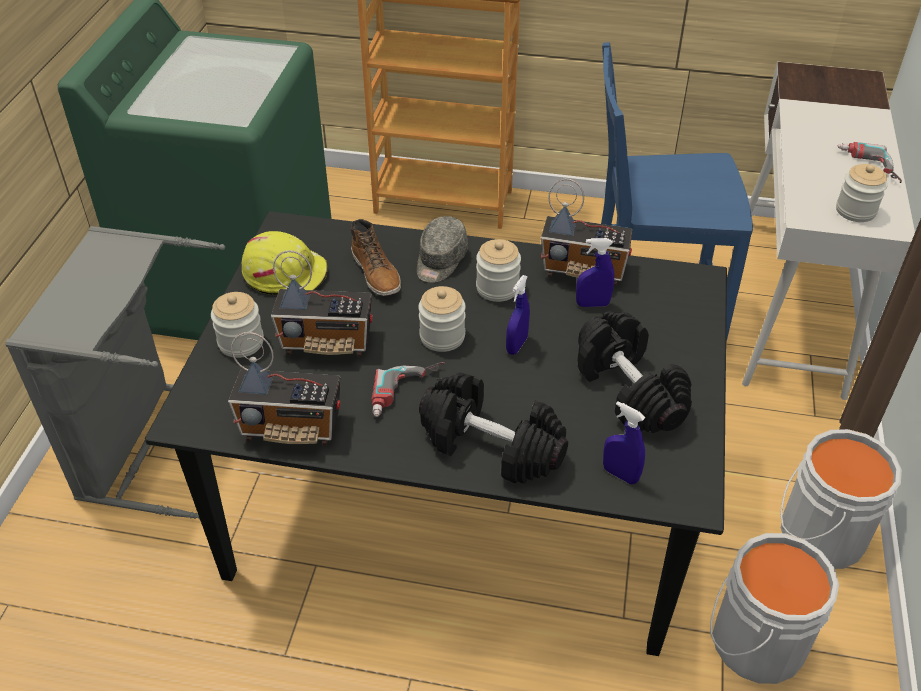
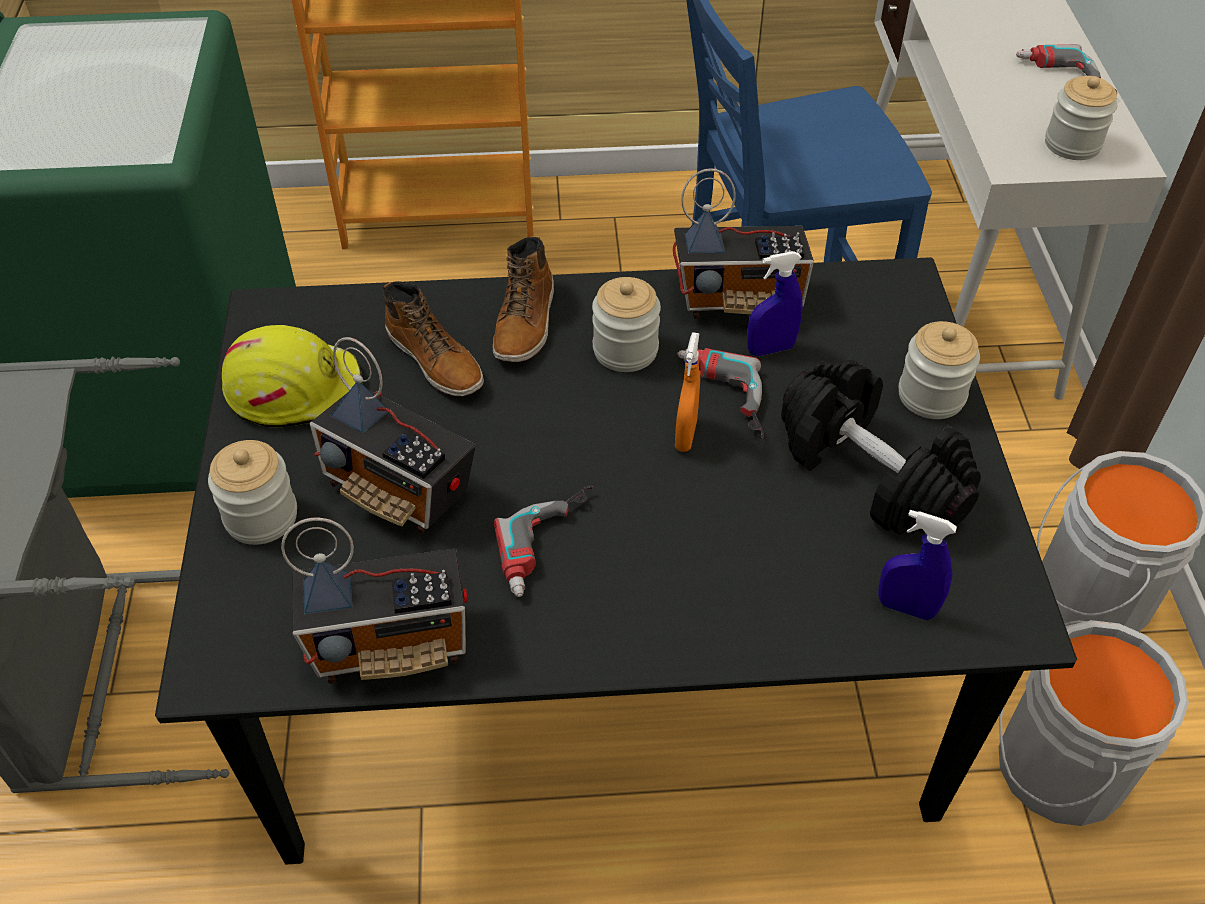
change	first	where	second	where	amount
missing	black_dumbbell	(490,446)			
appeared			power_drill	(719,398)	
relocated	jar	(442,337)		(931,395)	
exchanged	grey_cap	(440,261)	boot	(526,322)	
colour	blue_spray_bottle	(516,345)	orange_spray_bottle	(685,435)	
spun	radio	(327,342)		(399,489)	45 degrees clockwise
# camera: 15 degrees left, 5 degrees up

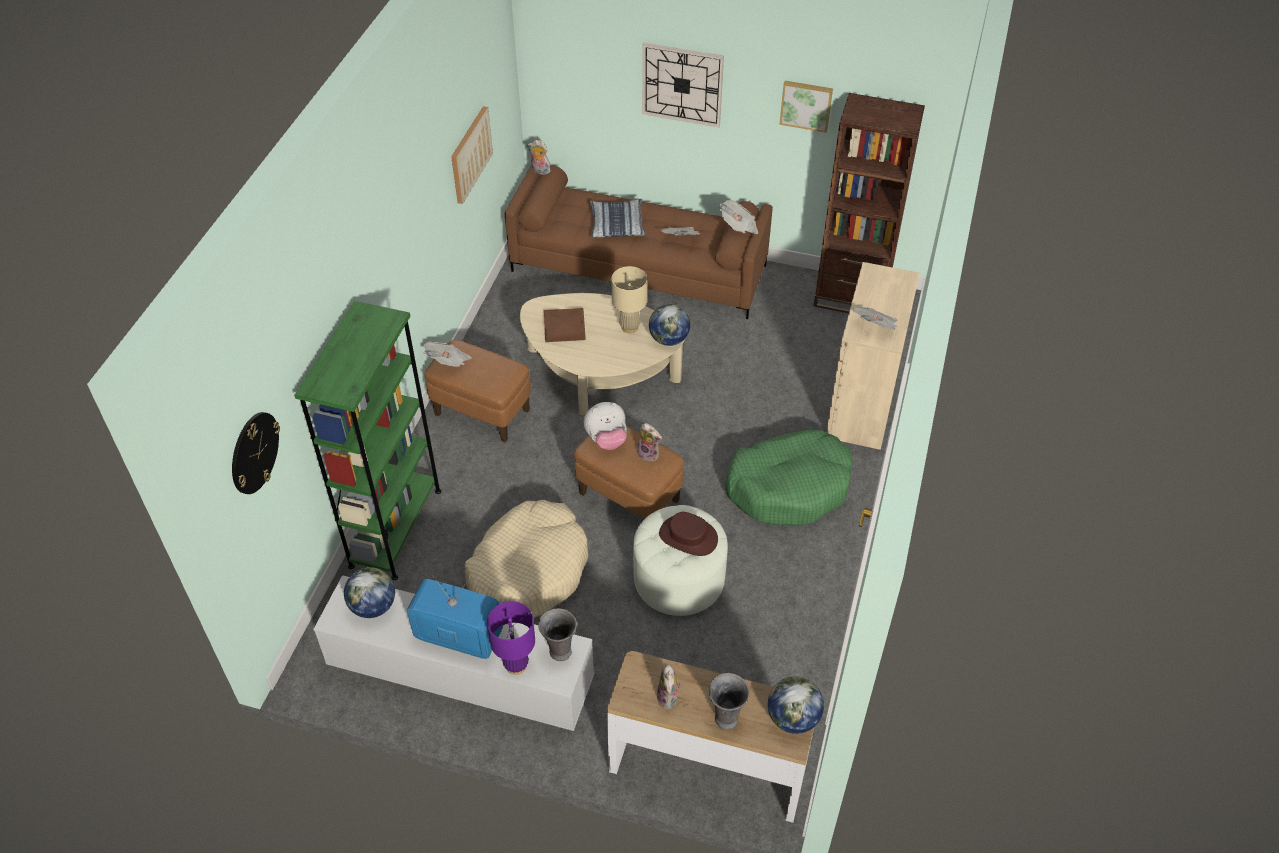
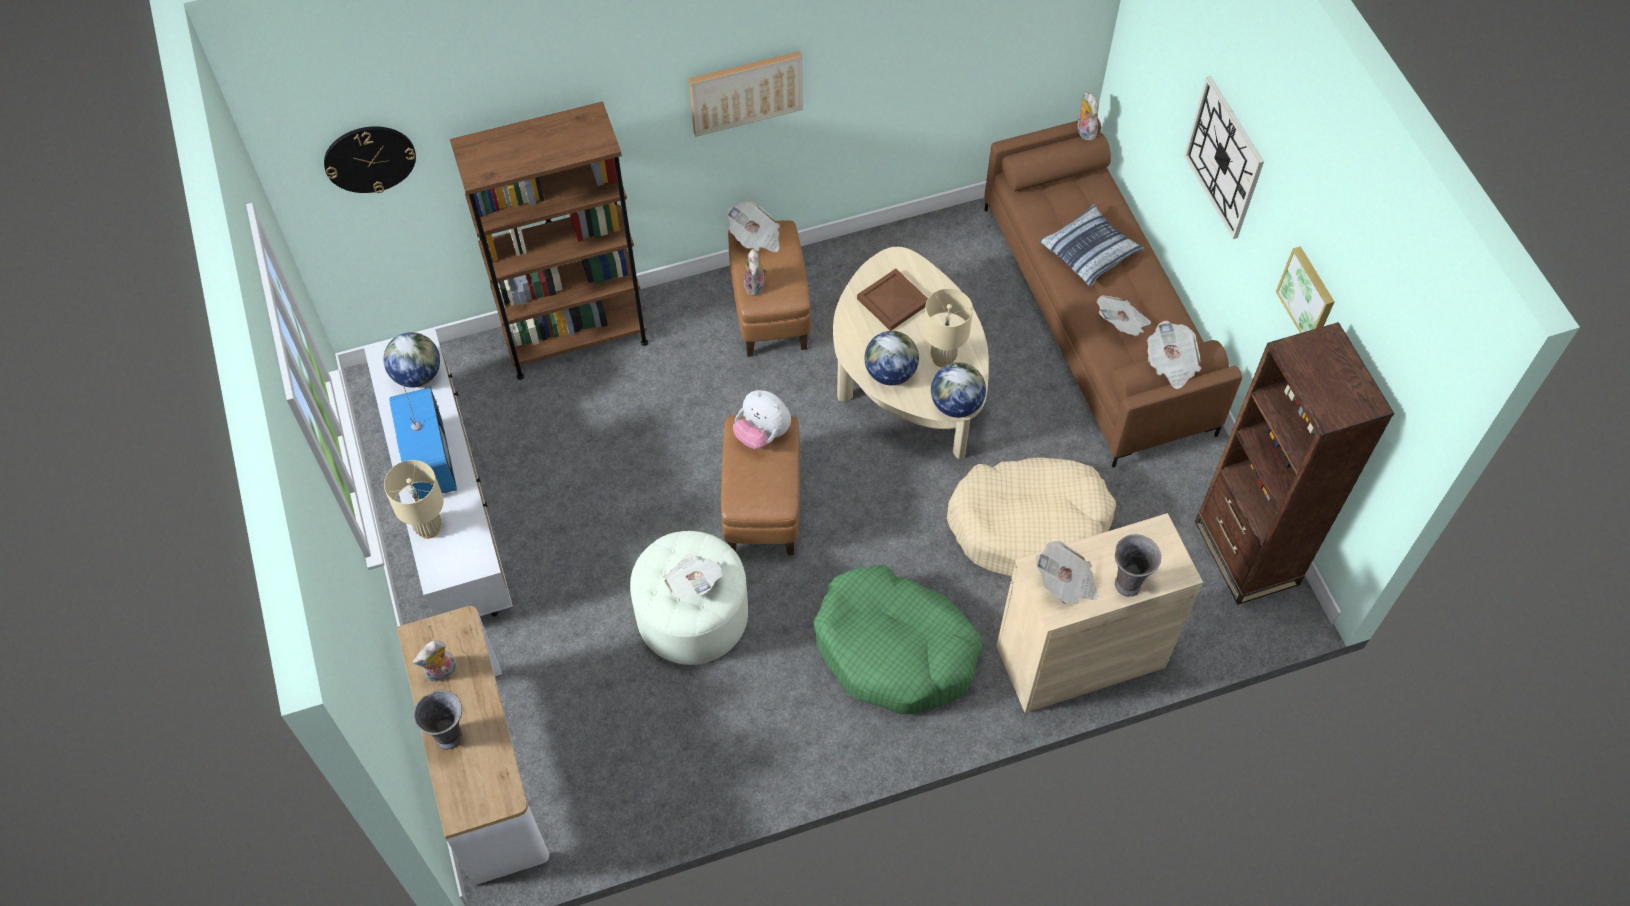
change	first	where	second	where	amount
relocated	picture	(470,154)		(745,92)	
relocated	beige_dog_bed	(528,570)		(1029,525)	
relocated	grey_vase	(559,651)		(1127,583)	
relocated	plush_toy	(649,454)		(756,286)	
relocated	globe	(792,718)		(890,373)	
exchanged	brown_hat	(688,537)	newspaper	(693,582)	
colour	green_bookcase	(395,528)	brown_bookcase	(576,338)	
colour	purple_table_lamp	(516,665)	beige_table_lamp	(429,528)	
# camera: 55 degrees right, 10 degrees up

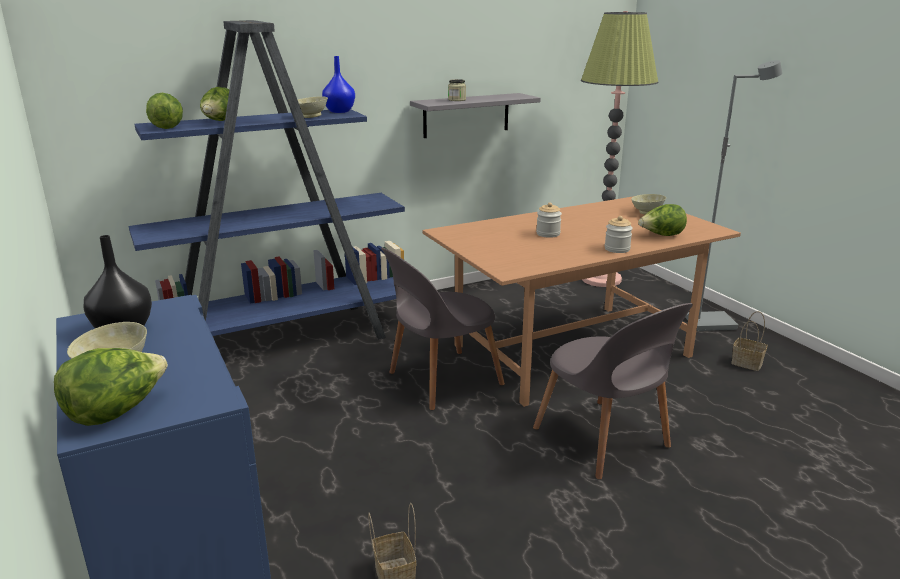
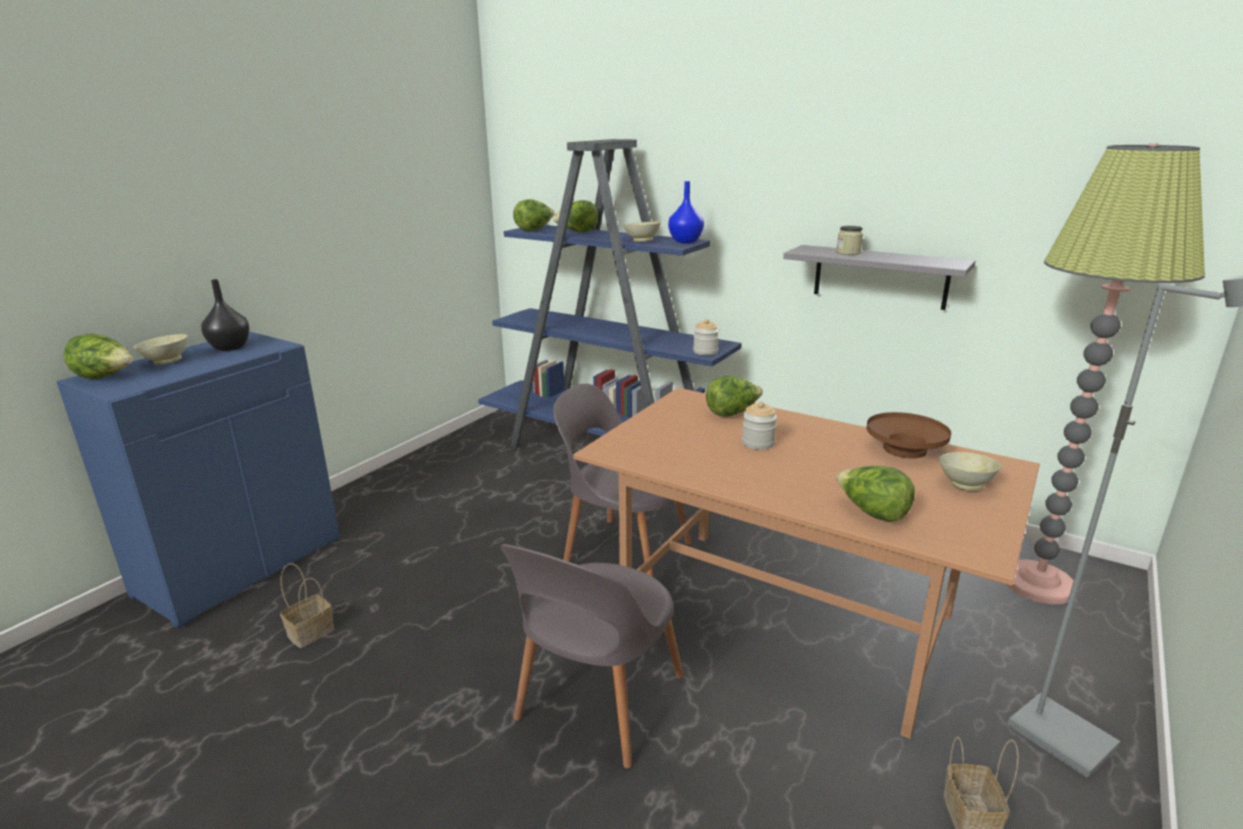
change	first	where	second	where	amount
appeared			lettuce	(732,413)	
appeared			brown_bowl	(904,449)	
relocated	jar	(617,249)		(705,351)	
# camera: 60 degrees right, 0 degrees up

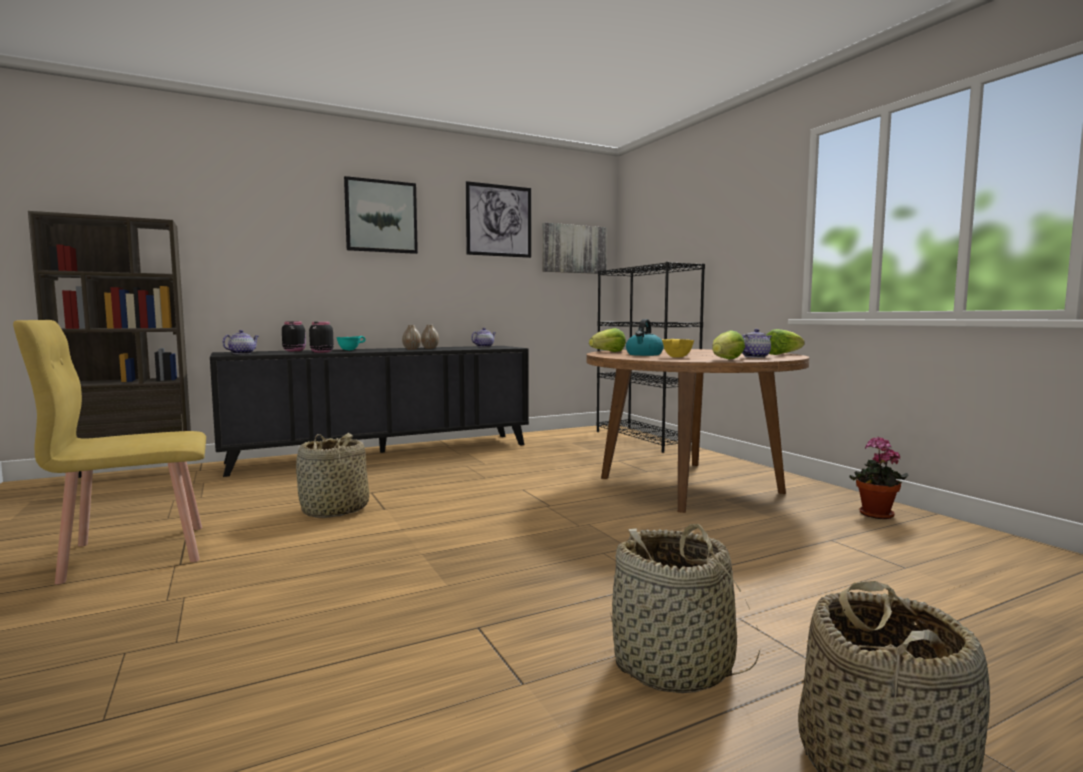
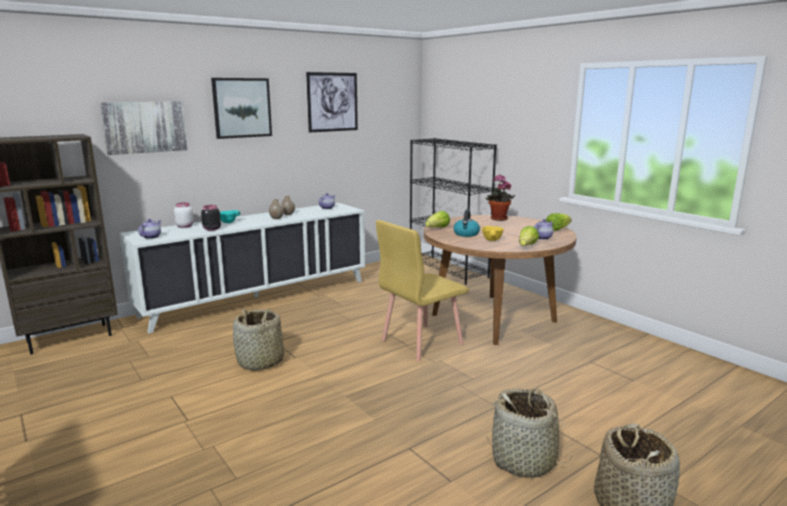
change	first	where	second	where	amount
relocated	yellow_chair	(135,552)		(421,342)	
relocated	picture	(574,249)		(145,127)	
relocated	potted_plant	(875,515)		(498,219)	
colour	black_cabinet	(383,453)	white_cabinet	(257,298)	
colour	black_jar	(294,351)	white_jar	(185,226)	
# camera: 10 degrees left, 10 degrees up

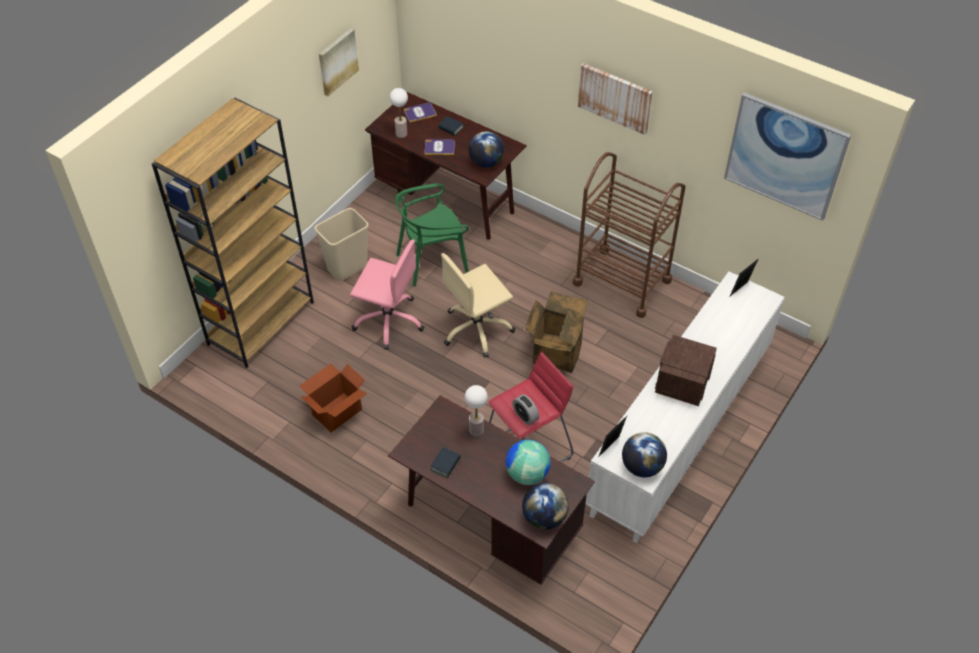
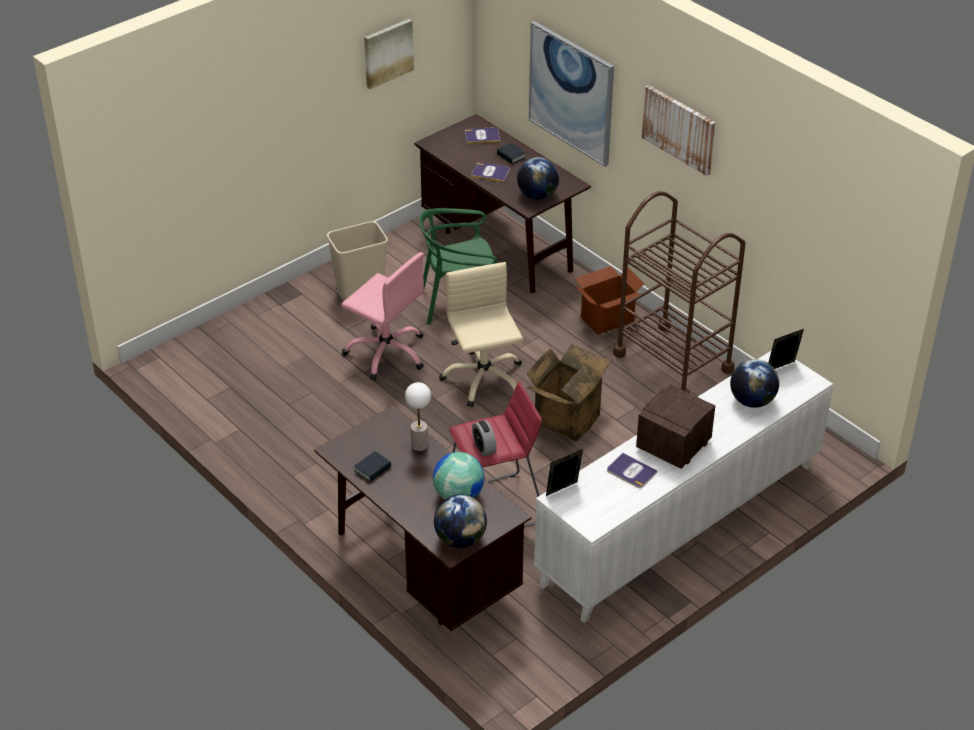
change	first	where	second	where	amount
missing	brown_bookcase	(261,322)			
missing	table_lamp	(401,134)			
appeared			book	(631,471)	
relocated	cardboard_box	(336,412)		(606,319)	
relocated	globe	(641,466)		(752,401)	
relocated	picture	(785,156)		(571,93)	
spun	beige_office_chair	(477,329)		(483,379)	90 degrees clockwise
# camera: 15 degrees right, 10 degrees down

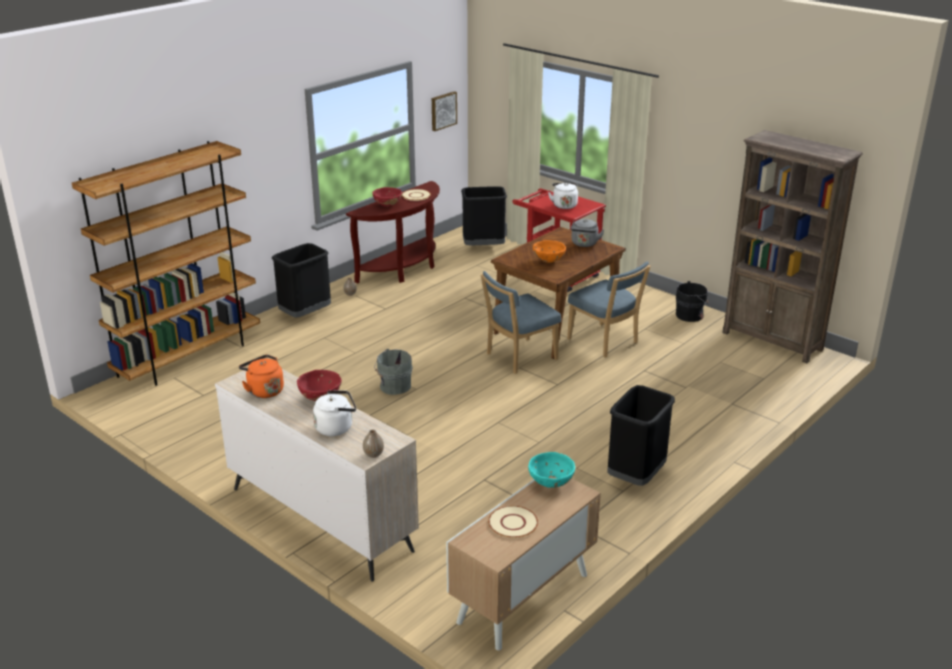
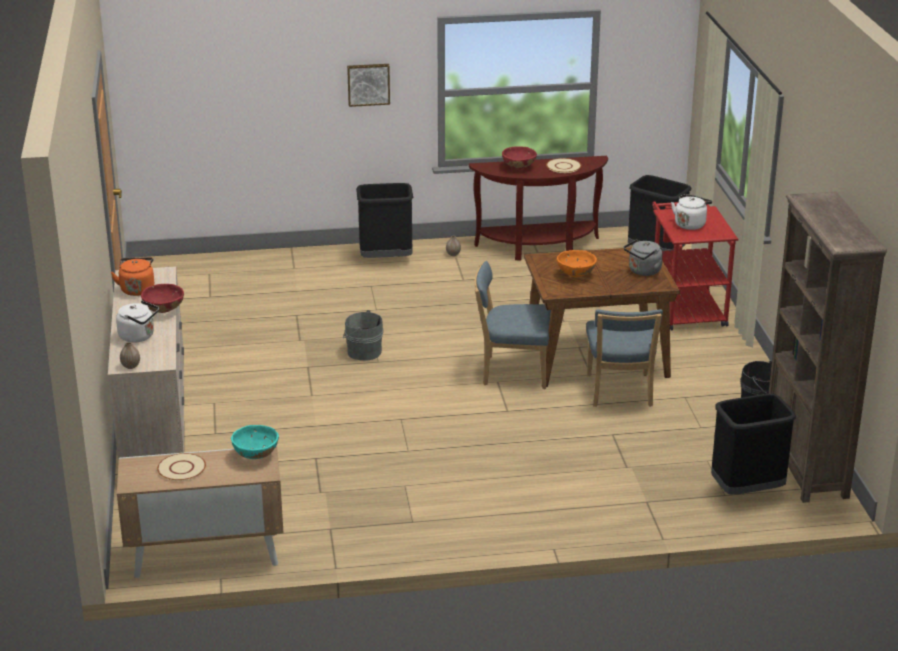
change	first	where	second	where	amount
missing	brown_bookcase	(189,357)			
relocated	picture	(443,110)		(368,84)	
relocated	black_trash_can	(636,477)		(746,490)	
# camera: 40 degrees right, 0 degrees up

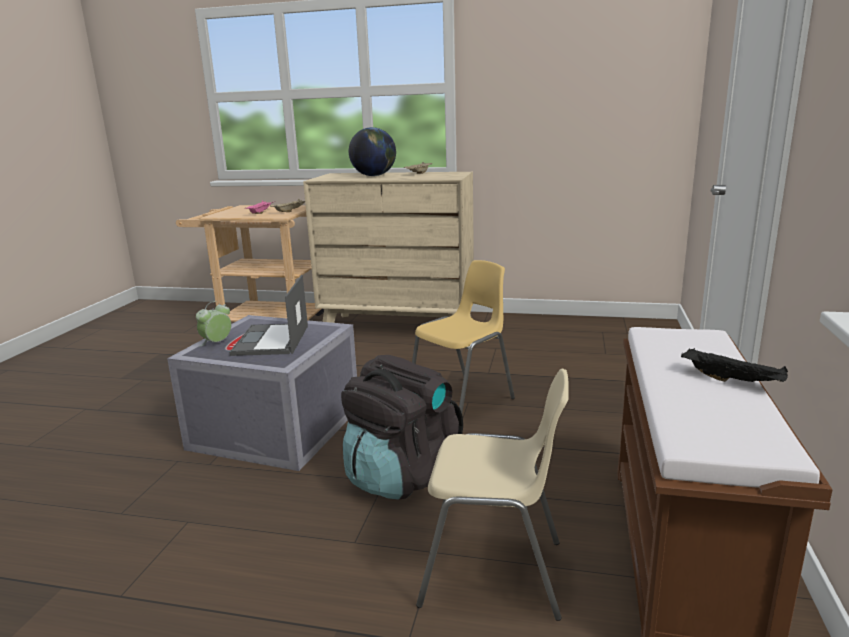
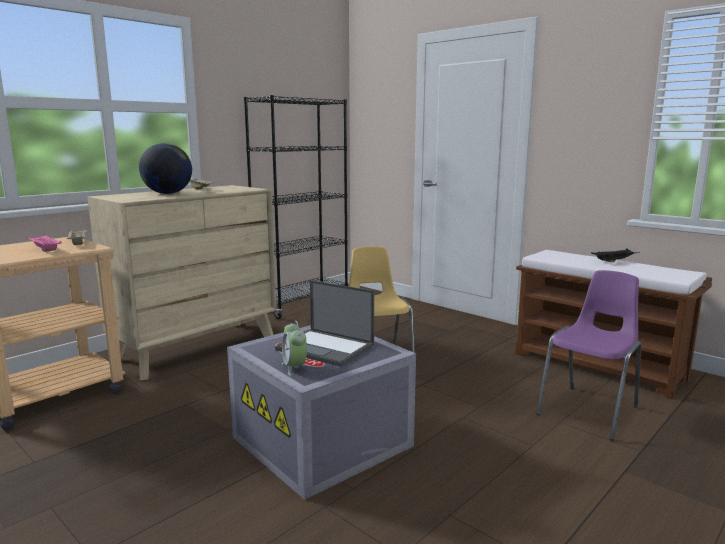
change	first	where	second	where	amount
missing	black_backpack	(401,474)			
appeared			black_bookcase	(302,305)	
colour	beige_chair	(494,573)	purple_chair	(589,411)	
# camera: 60 degrees left, 5 degrees down

